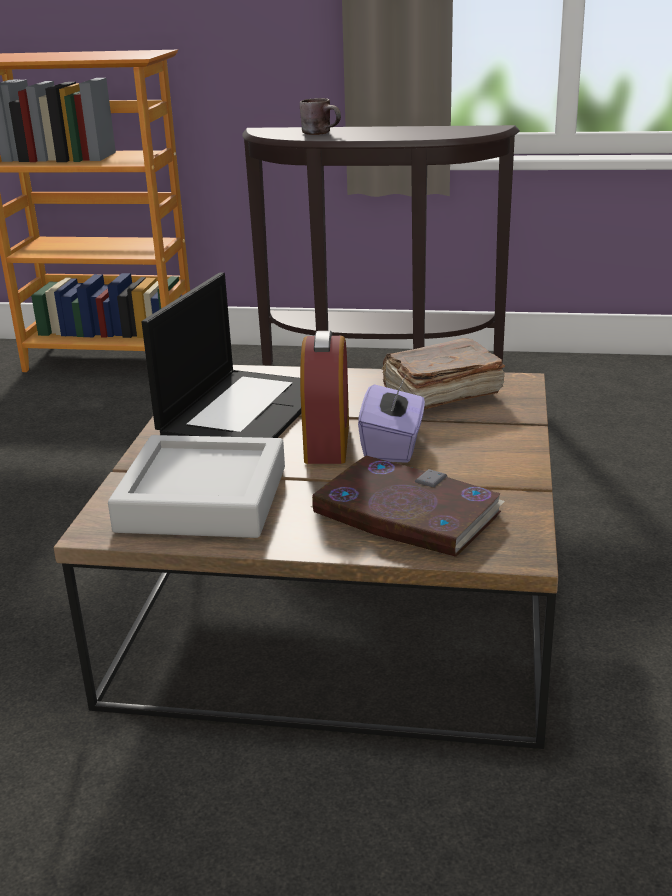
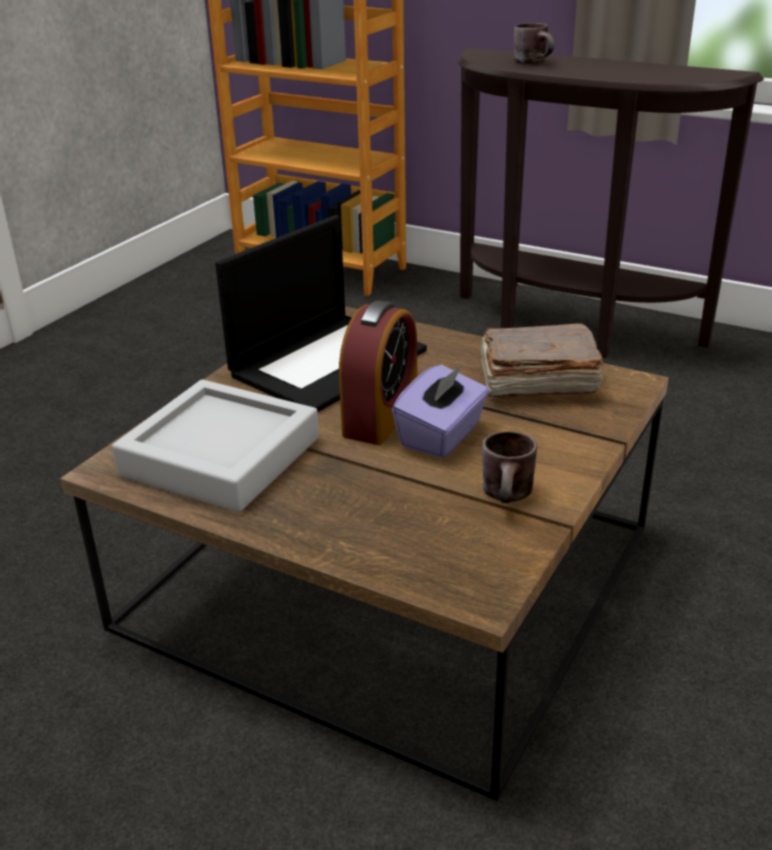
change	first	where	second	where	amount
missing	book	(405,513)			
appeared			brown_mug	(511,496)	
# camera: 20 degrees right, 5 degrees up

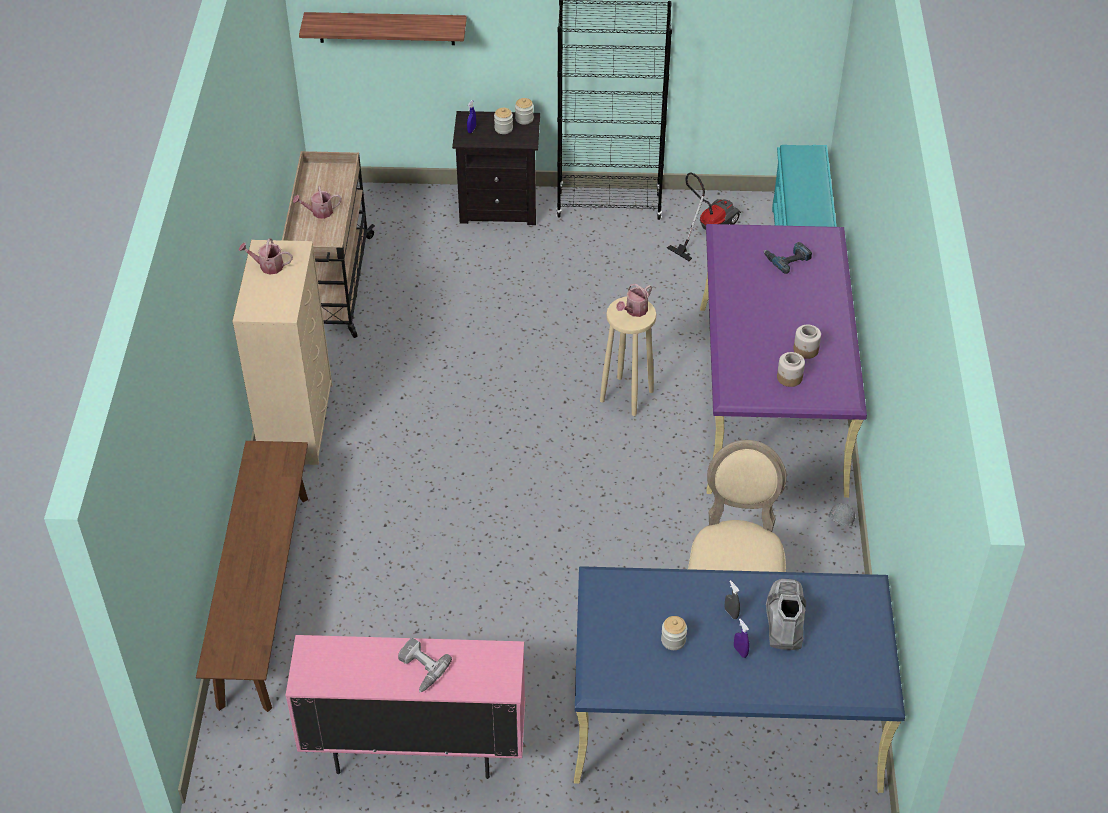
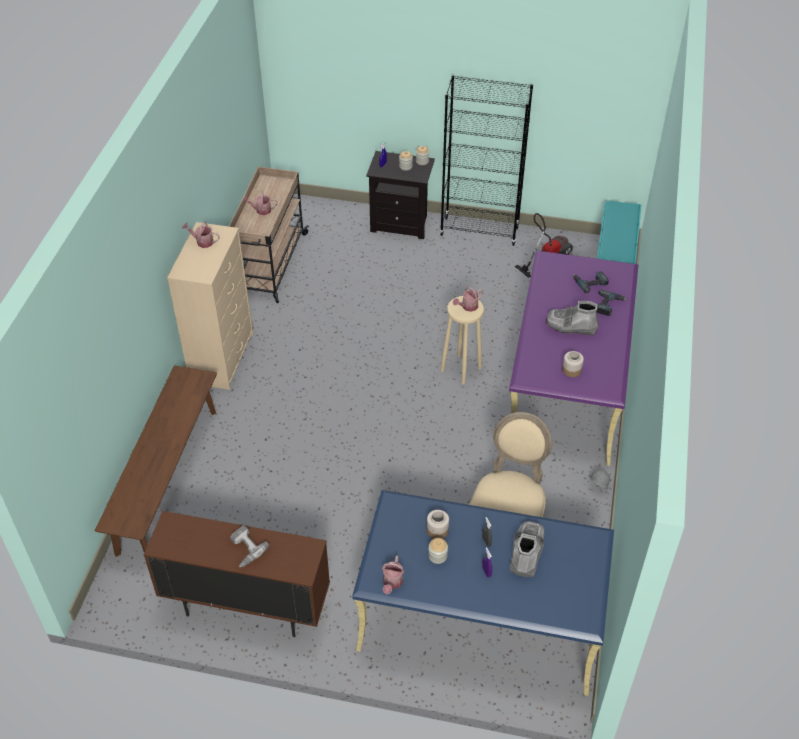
change	first	where	second	where	amount
missing	shelf	(386,28)			
appeared			watering_can	(392,583)	
appeared			grey_boot	(571,326)	
appeared			power_drill	(609,305)	
relocated	jar	(806,350)		(437,530)	
colour	pink_cabinet	(414,749)	brown_cabinet	(246,607)	
# camera: 10 degrees right, 0 degrees up

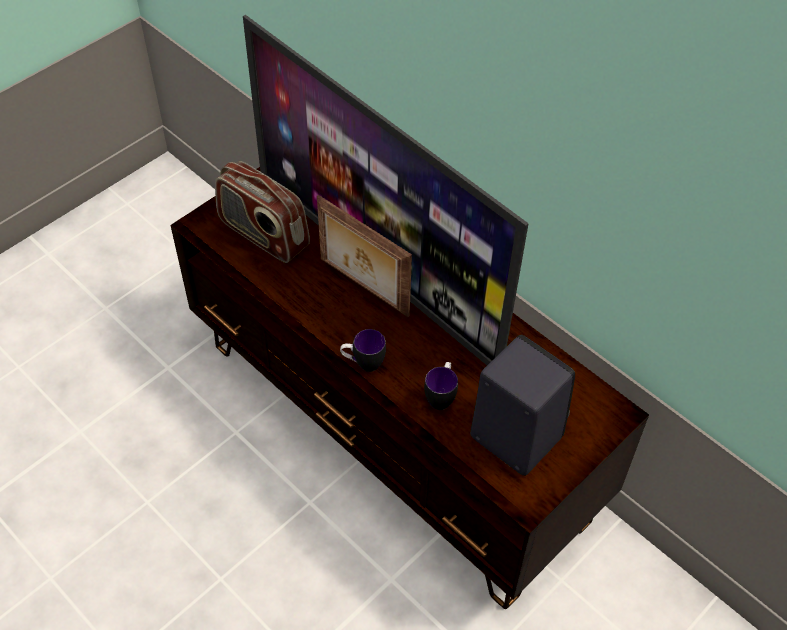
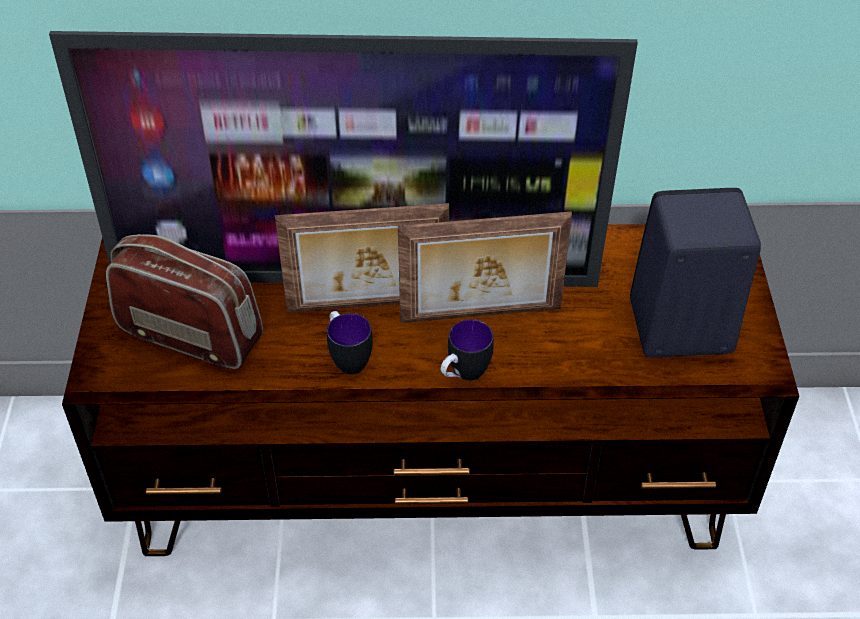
change	first	where	second	where	amount
appeared			picture_frame	(481,316)	
relocated	mug	(441,396)		(347,358)	
spun	radio	(263,235)		(191,335)	150 degrees counterclockwise
# camera: 45 degrees left, 5 degrees down

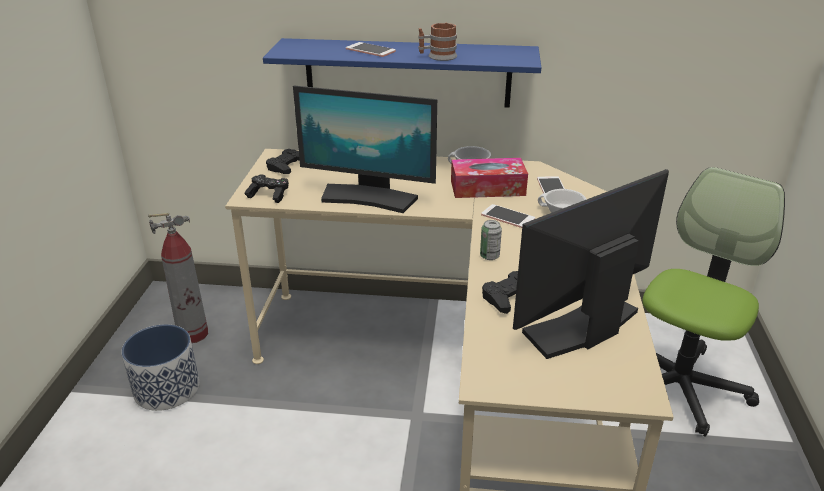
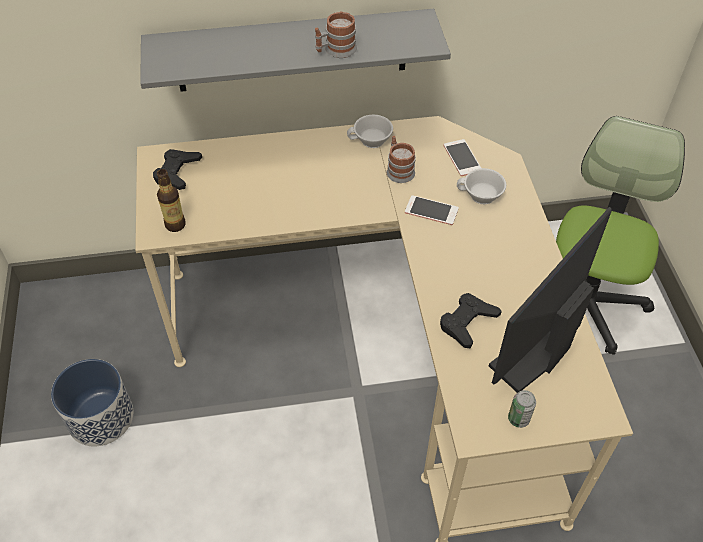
change	first	where	second	where	amount
missing	fire_extinguisher	(193,334)			
missing	monitor	(368,197)			
missing	phone	(370,50)			
relocated	can	(489,256)		(518,419)	
exchanged	black_game_controller	(268,195)	bottle	(175,225)	
exchanged	tissue_box	(487,188)	mug	(398,170)	
colour	blue_shelf	(407,73)	grey_shelf	(292,51)	
# camera: 15 degrees left, 20 degrees up

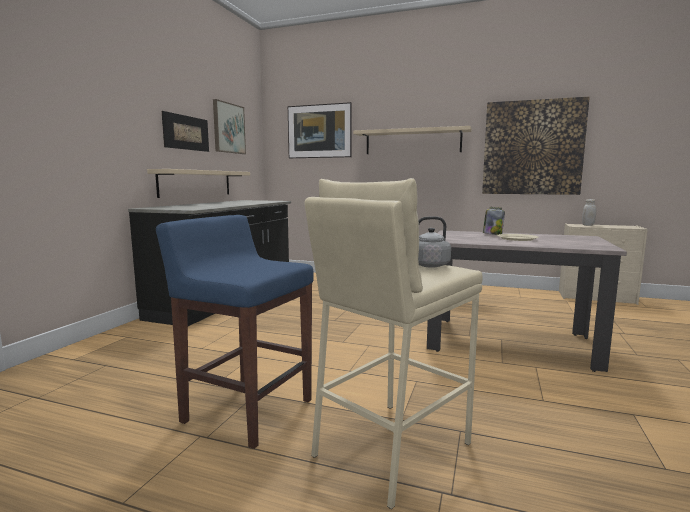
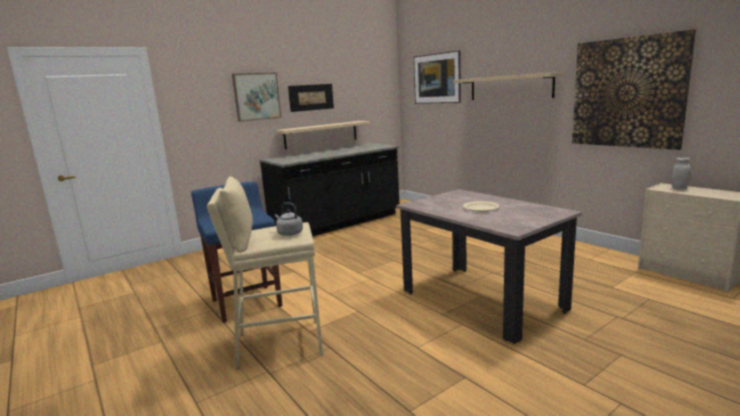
change	first	where	second	where	amount
missing	jar	(492,234)			
relocated	picture	(228,128)		(256,96)	
# camera: 35 degrees right, 5 degrees up

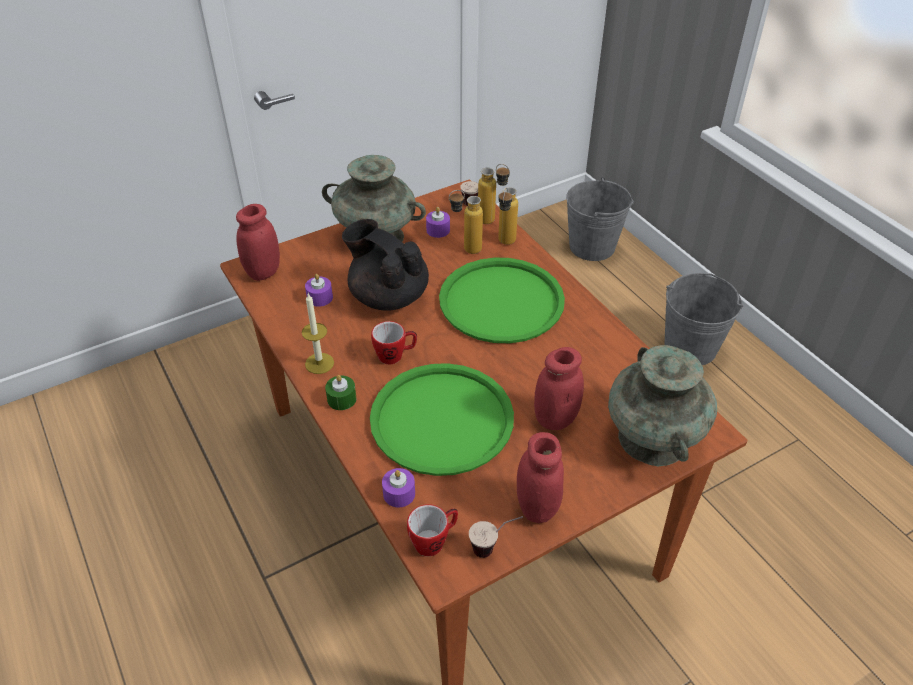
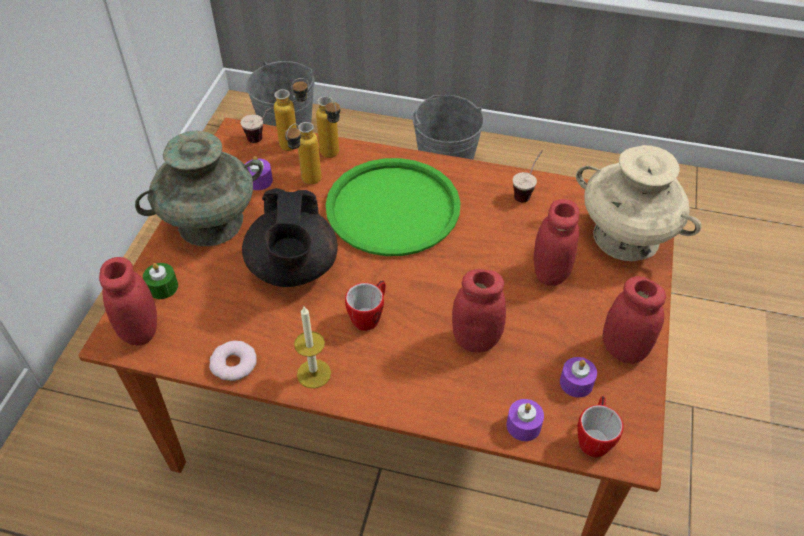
change	first	where	second	where	amount
appeared			donut	(233,364)	
relocated	purple_candle	(320,297)		(576,383)	
relocated	green_candle	(341,399)		(162,287)	
relocated	cup	(494,547)		(526,191)	
exchanged	green_tray	(442,420)	red_jar	(476,339)	
colour	turquoise_vase	(652,438)	beige_vase	(625,237)	
spun	black_teapot	(388,296)		(293,269)	90 degrees counterclockwise
# camera: 45 degrees left, 5 degrees up

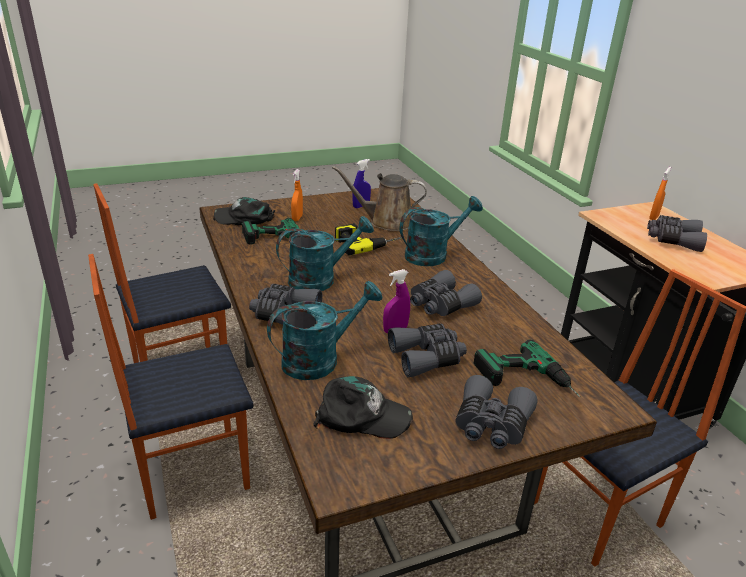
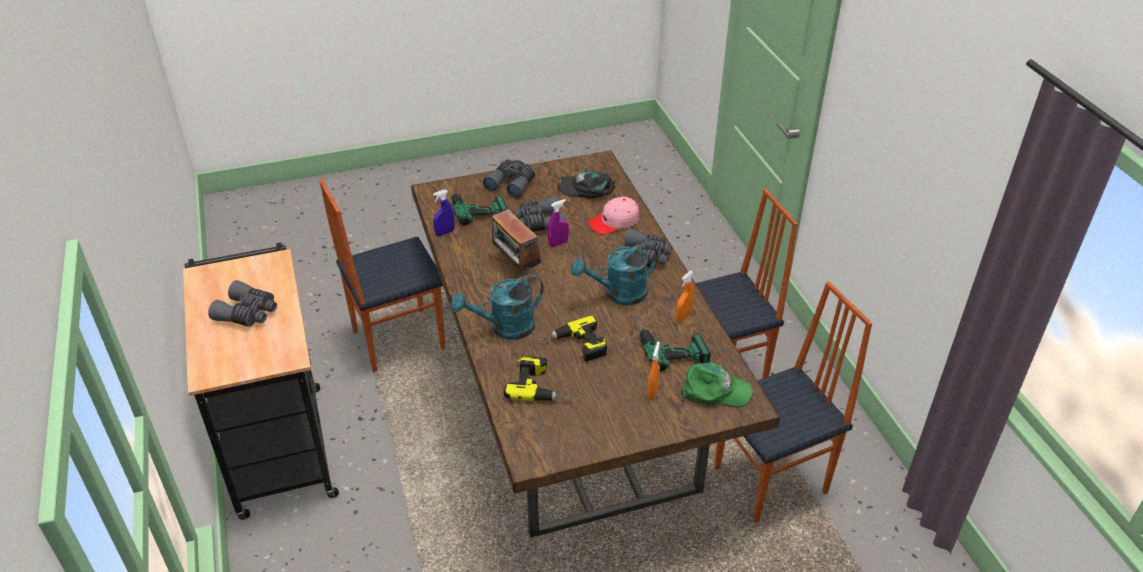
change	first	where	second	where	amount
relocated	blue_spray_bottle	(361,206)		(445,233)	
relocated	orange_spray_bottle	(654,217)		(683,316)	
exchanged	turquoise_watering_can	(319,359)	pink_cap	(614,222)	
exchanged	brown_watering_can	(386,222)	power_drill	(545,385)	
exchanged	grey_binoculars	(440,304)	radio	(516,267)	
colour	black_cap	(245,218)	green_cap	(715,391)	
# camera: 175 degrees left, 10 degrees up

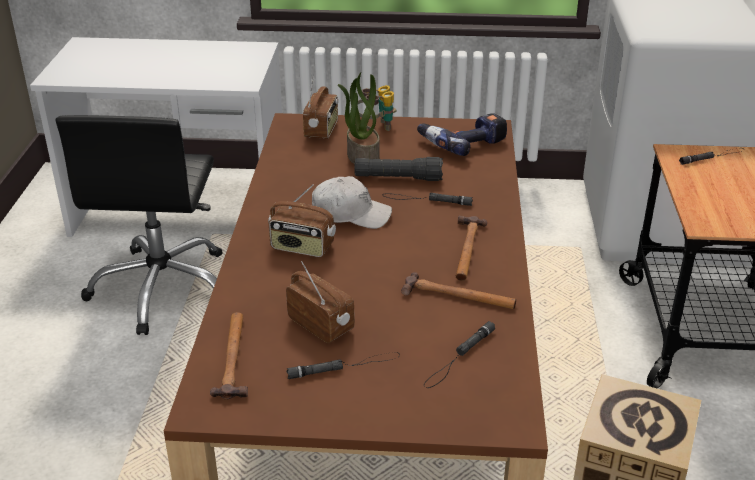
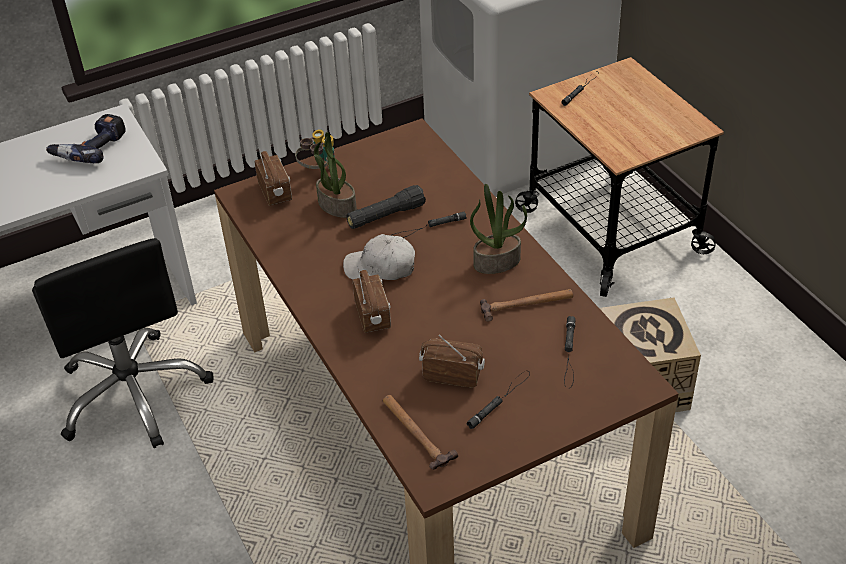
change	first	where	second	where	amount
relocated	power_drill	(462,142)		(90,148)	
exchanged	hammer	(466,250)	potted_plant	(497,261)	
spun	radio	(302,248)		(373,316)	90 degrees counterclockwise
spun	white_cap	(350,214)		(381,267)	150 degrees counterclockwise
# camera: 30 degrees left, 10 degrees up

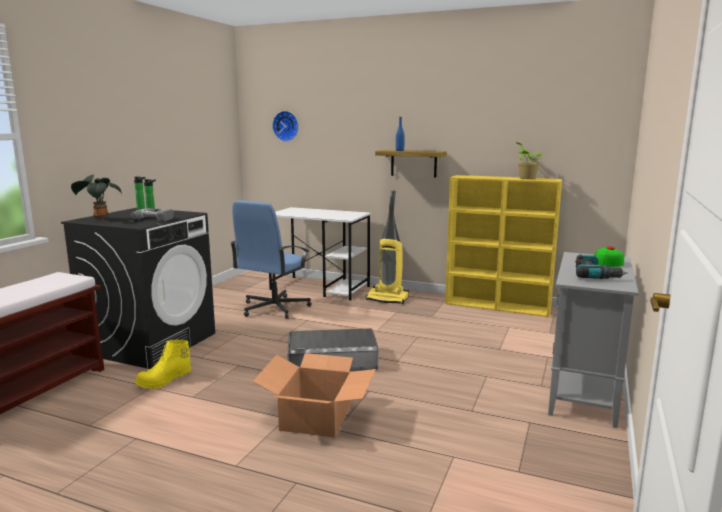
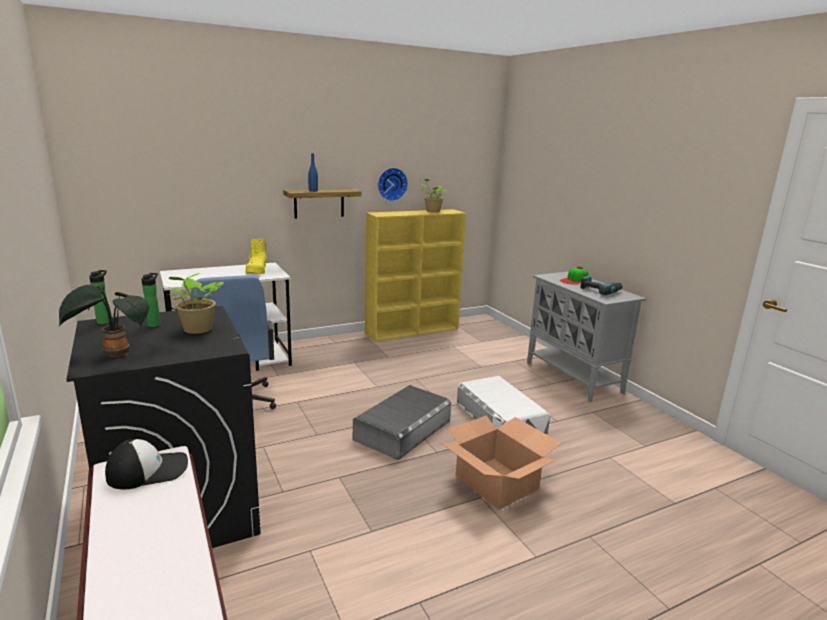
change	first	where	second	where	amount
missing	vacuum_cleaner	(388,299)			
appeared			cap	(148,470)	
appeared			white_storage_box	(499,417)	
relocated	yellow_boot	(165,380)		(257,271)	
relocated	wall_clock	(286,126)		(391,184)	
exchanged	power_drill	(156,218)	potted_plant	(196,330)	
# camera: 50 degrees left, 5 degrees up

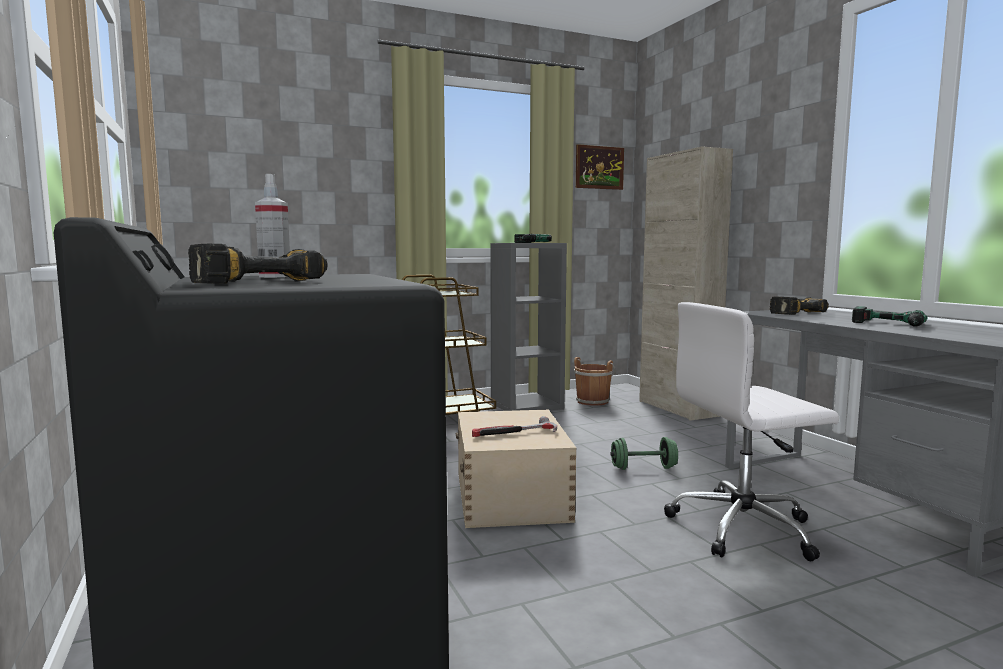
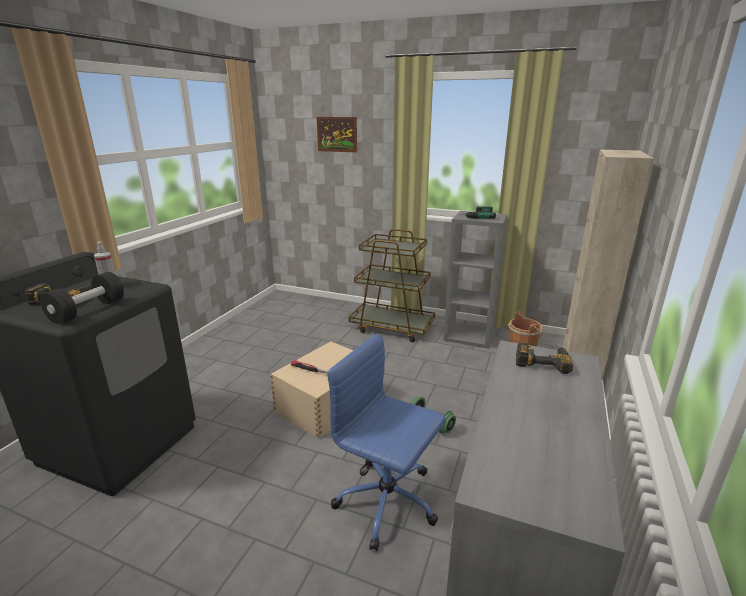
change	first	where	second	where	amount
missing	power_drill	(887,325)			
appeared			black_dumbbell	(88,311)	
relocated	picture	(599,167)		(337,134)	
colour	white_office_chair	(744,528)	blue_office_chair	(388,502)	
# camera: 45 degrees right, 15 degrees up

